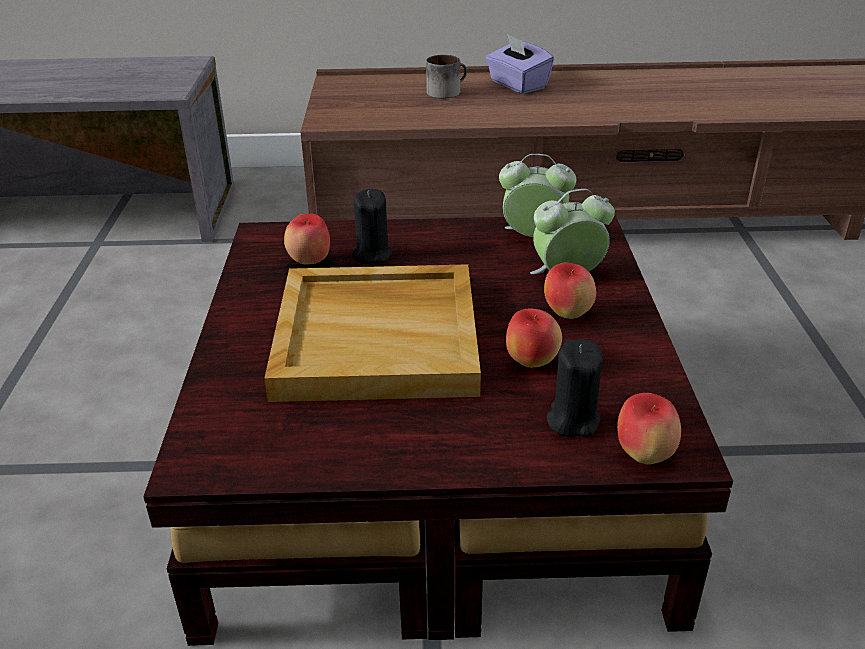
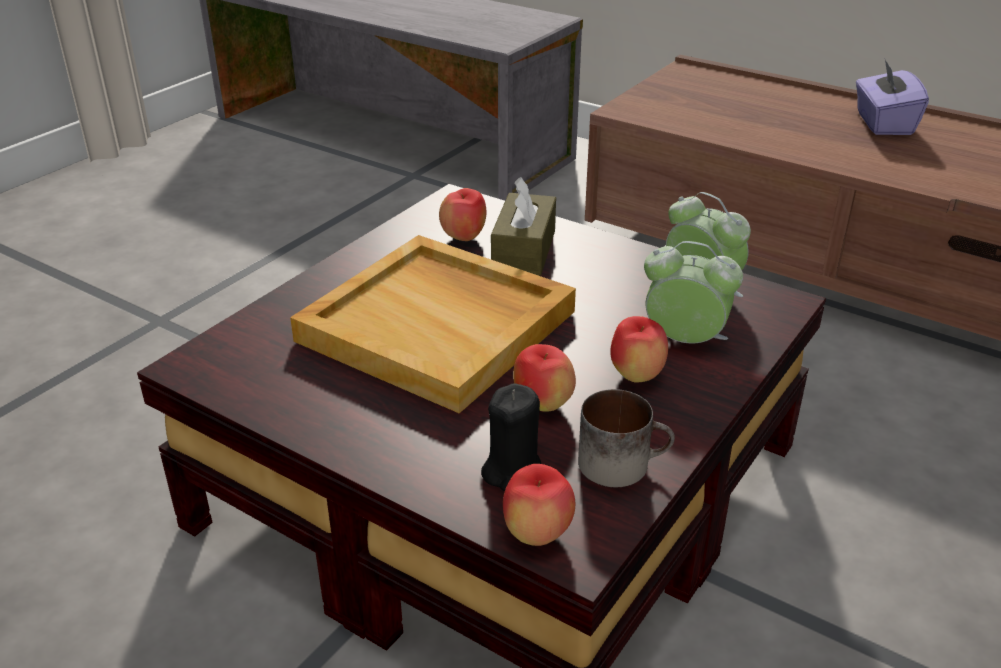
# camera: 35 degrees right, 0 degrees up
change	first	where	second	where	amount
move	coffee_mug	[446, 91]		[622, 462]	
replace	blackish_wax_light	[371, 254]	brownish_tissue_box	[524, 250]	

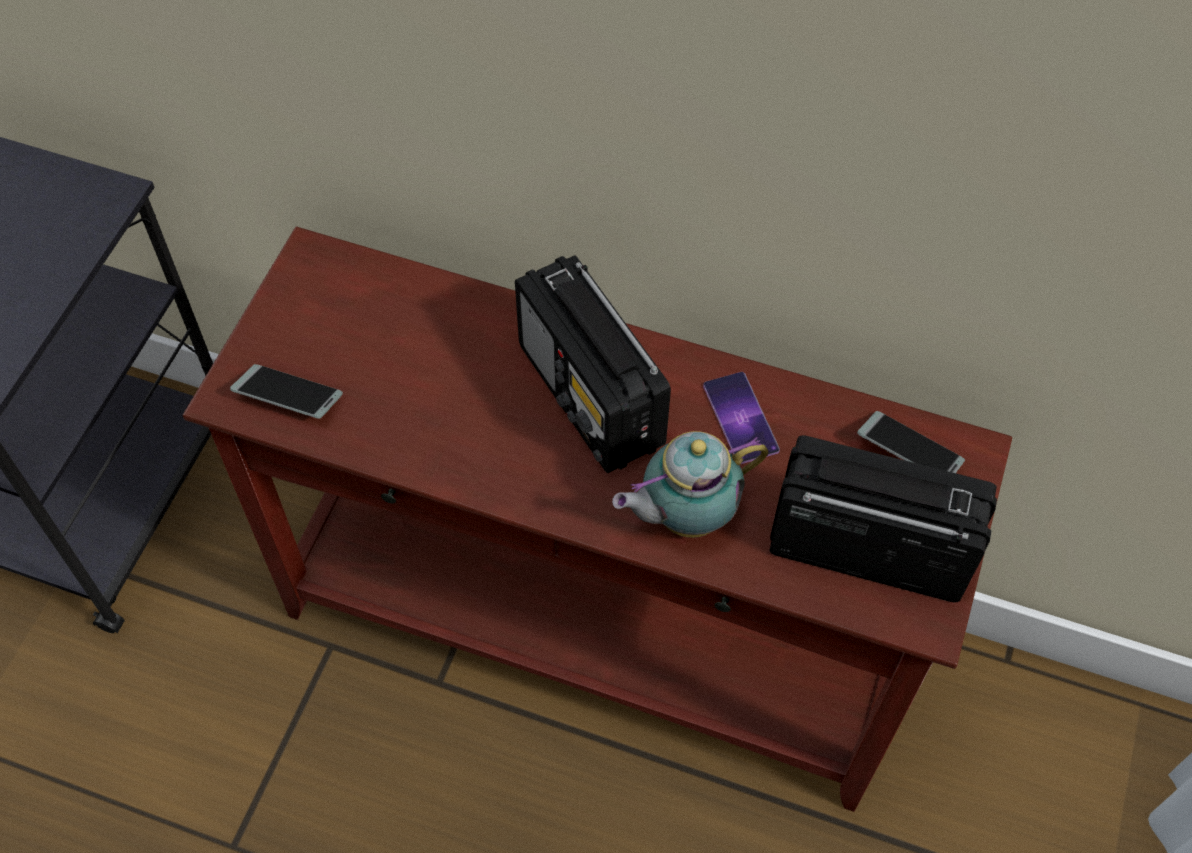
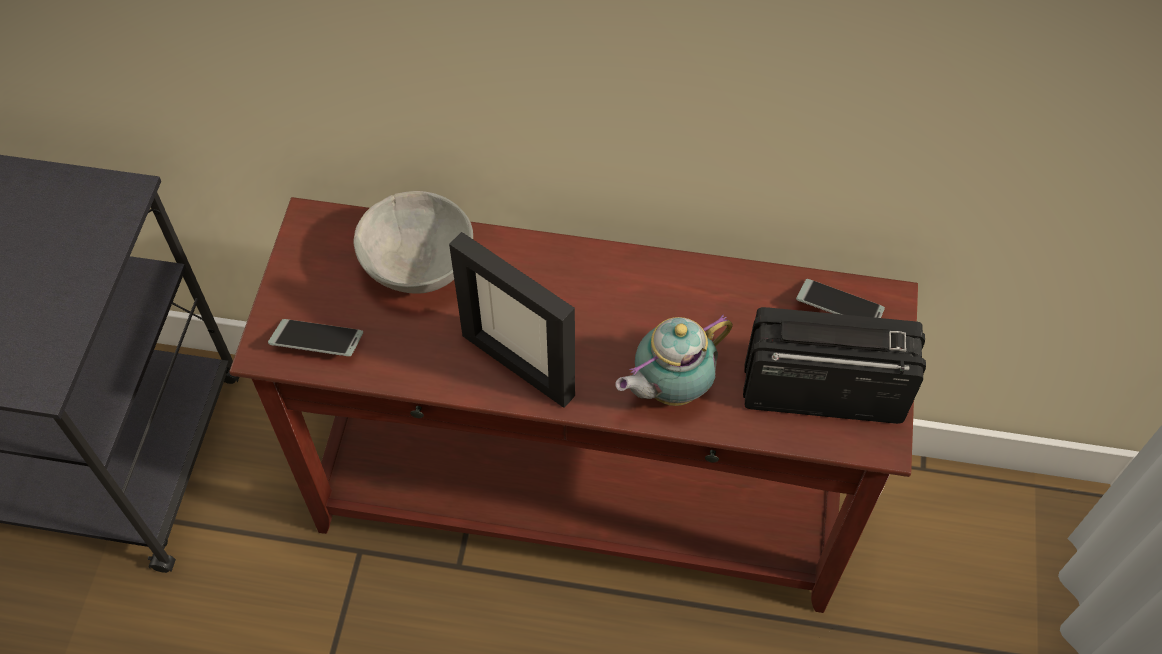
# camera: 10 degrees left, 0 degrees up
change	first	where	second	where	amount
delete	radio	[591, 397]			
delete	handset	[740, 418]			
insert			grey_deep_dish	[418, 269]	
insert			photo_frame	[520, 363]	

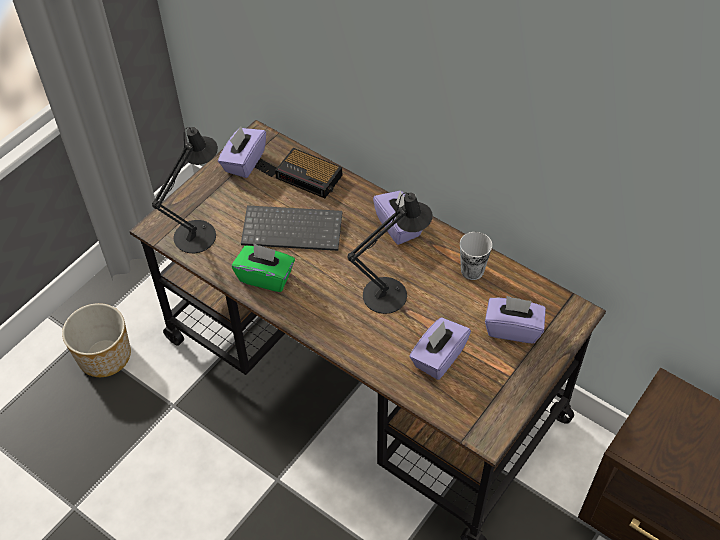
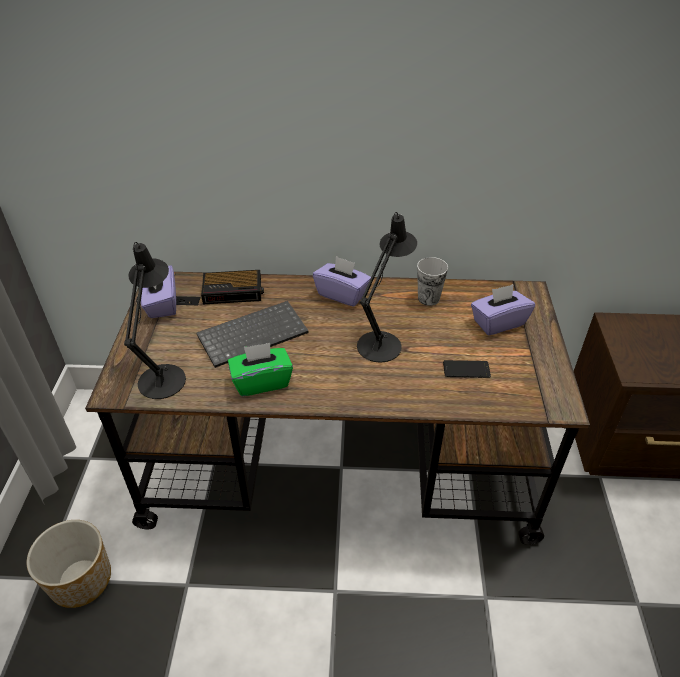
# camera: 35 degrees left, 10 degrees down
change	first	where	second	where	amount
replace	purple_tissue_box	[438, 357]	handset	[466, 369]	

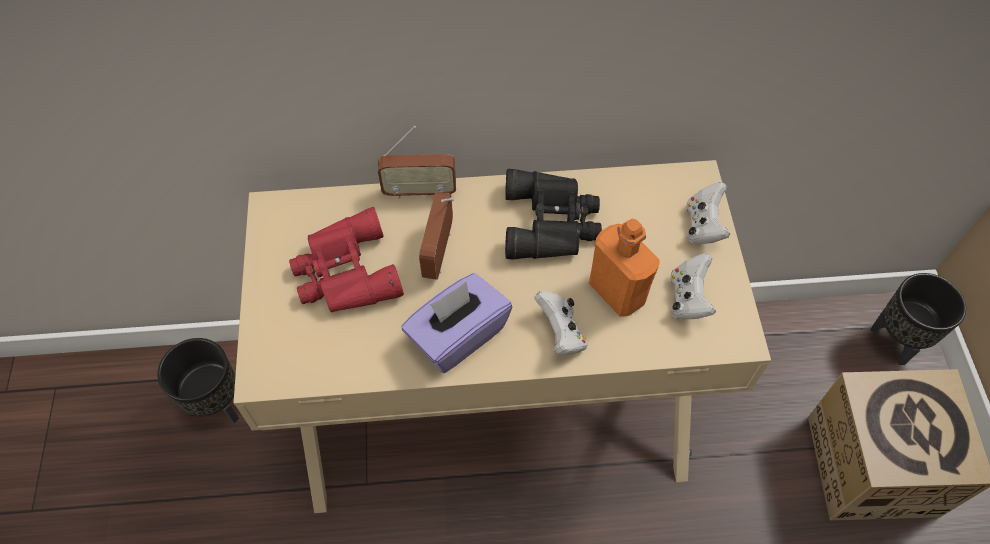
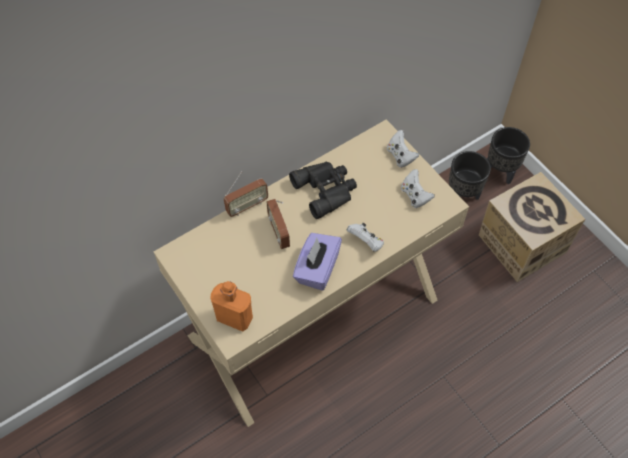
# camera: 30 degrees left, 0 degrees up
change	first	where	second	where	amount
delete	red_field_glasses	[344, 273]			
move	orangey_beverage_bottle	[617, 292]		[234, 318]	
move	blackish_plant_pot	[218, 403]		[462, 195]	

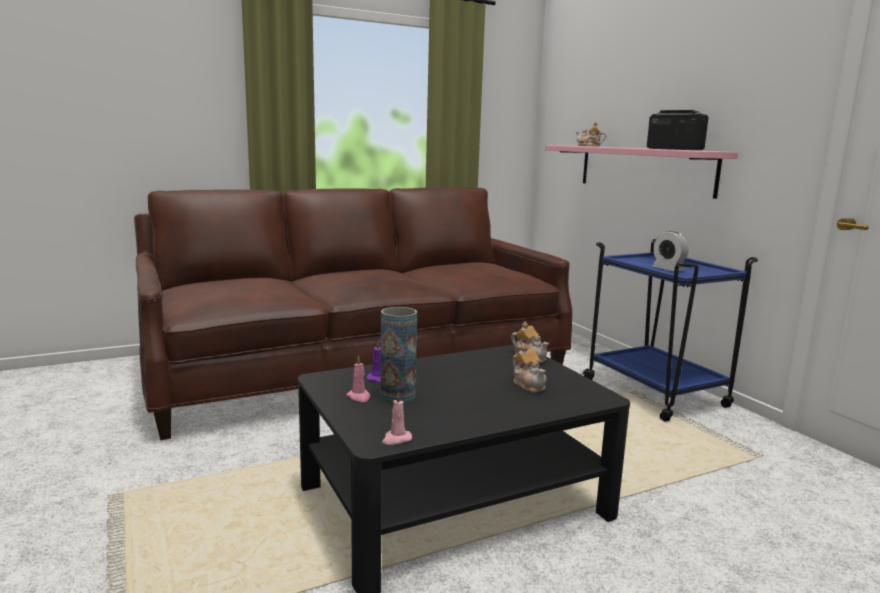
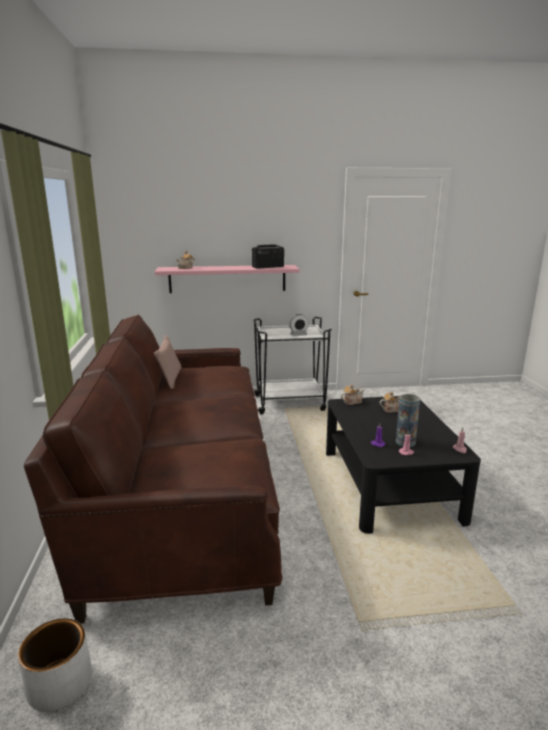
# camera: 70 degrees left, 5 degrees up
change	first	where	second	where	amount
recolor	bluish_wheeled_cart	[655, 394]	white-coloured_wheeled_cart	[290, 403]	
insert			sand-coloured_cushion	[170, 378]	
insert			white-coloured_plant_pot	[59, 683]	

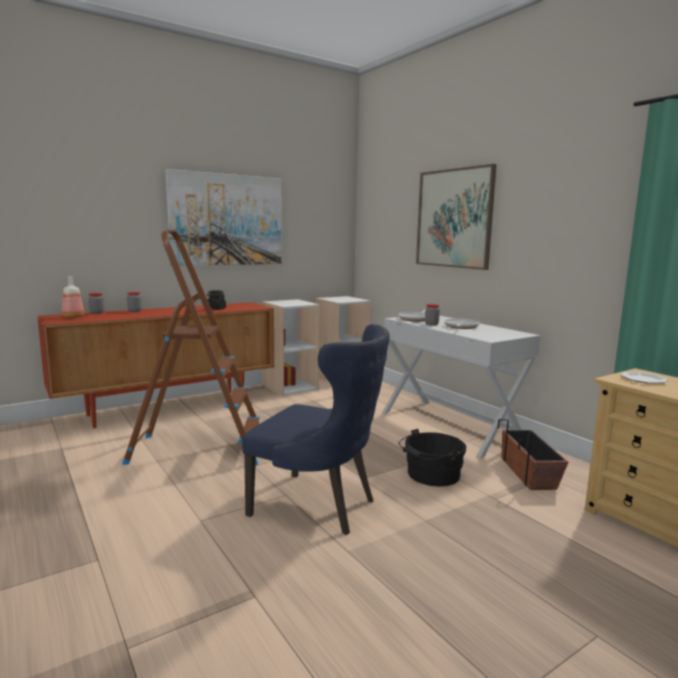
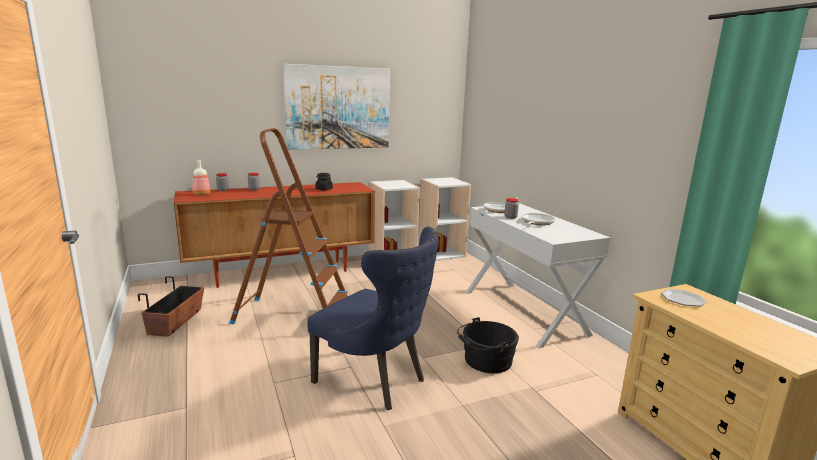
# camera: 10 degrees right, 5 degrees up
change	first	where	second	where	amount
delete	wall_picture	[454, 218]			
move	plant_pot	[528, 473]		[176, 322]	

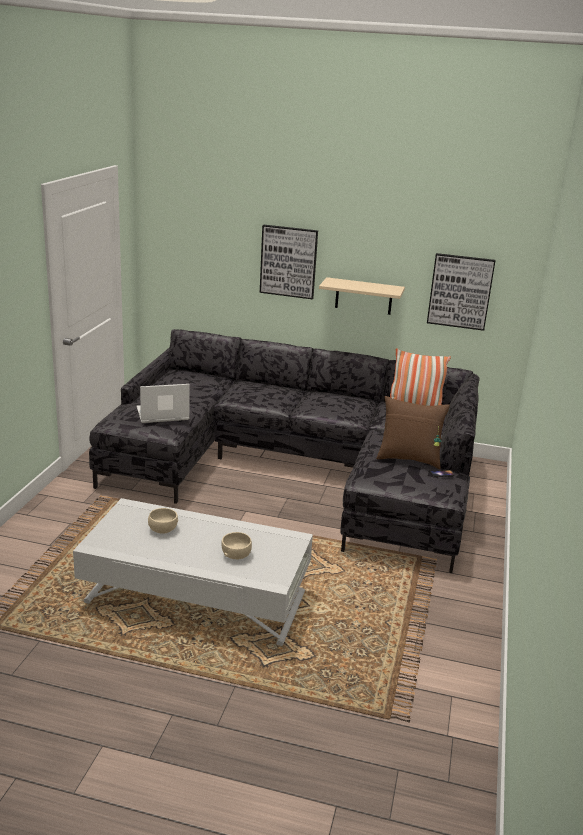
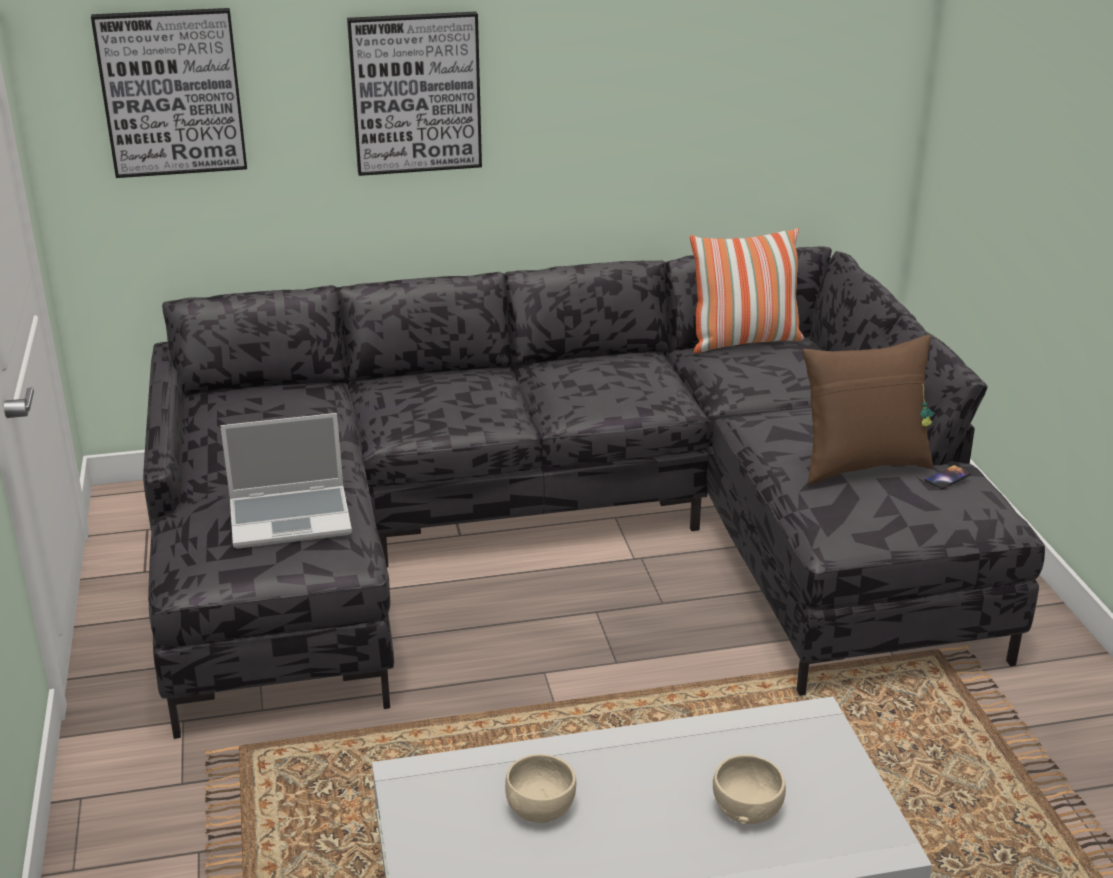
# camera: 25 degrees left, 5 degrees up
change	first	where	second	where	amount
move	wall_picture	[460, 291]		[172, 92]	
delete	sand-coloured_wall_shelf	[364, 296]			
rotate	portable_computer	[162, 415]		[292, 518]	150 degrees counterclockwise

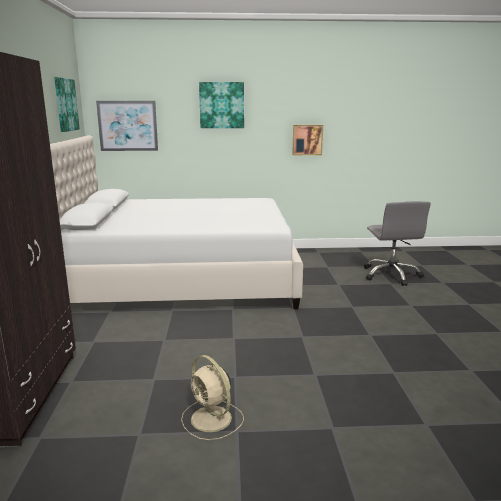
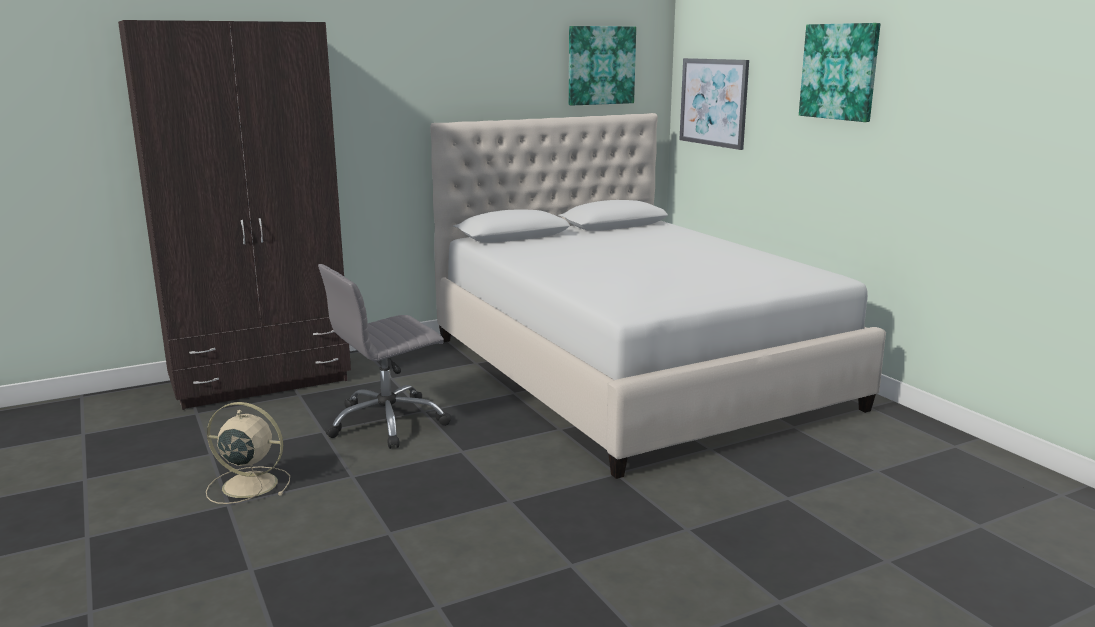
# camera: 65 degrees right, 0 degrees up
change	first	where	second	where	amount
delete	wall_picture	[307, 140]			
move	grey_computer_chair	[391, 275]		[387, 423]	
rotate	sand-coloured_cooling_fan	[212, 419]		[247, 485]	75 degrees clockwise

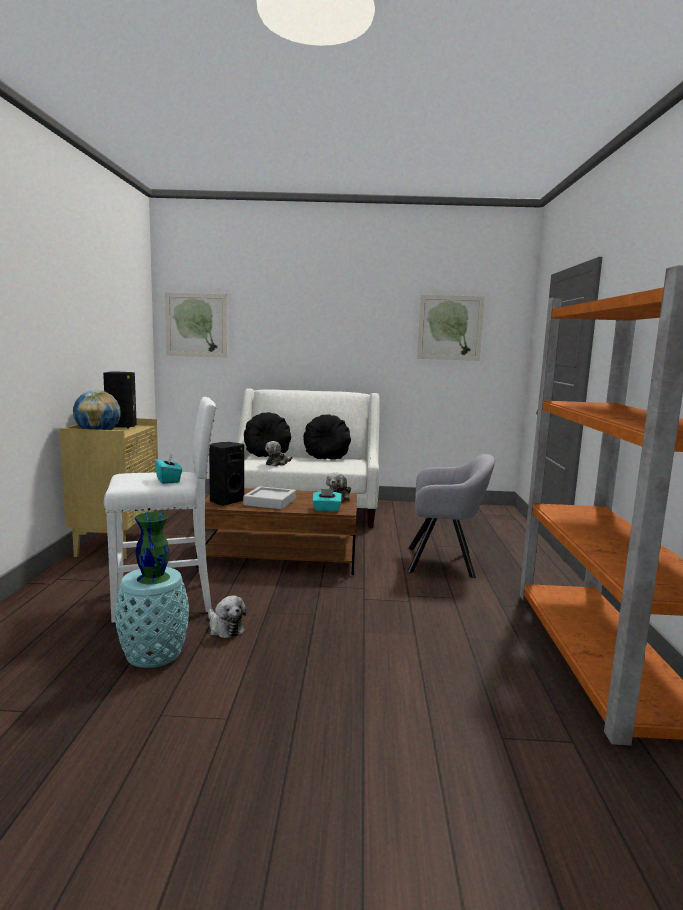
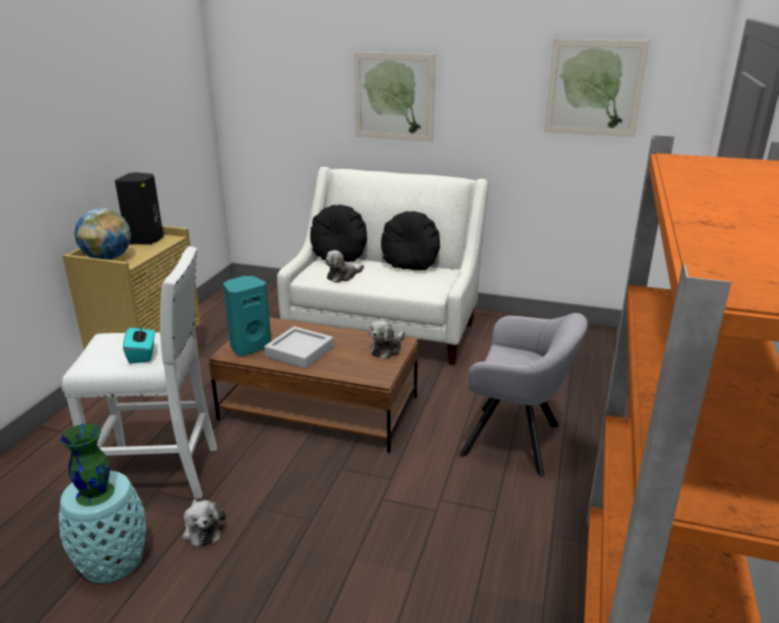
# camera: 15 degrees right, 15 degrees up
change	first	where	second	where	amount
move	wall_picture	[196, 325]		[394, 97]	
recolor	blackish_speaker	[226, 501]	turquoise-coloured_speaker	[249, 347]	
delete	turquoise-coloured_tissue_box	[326, 509]			

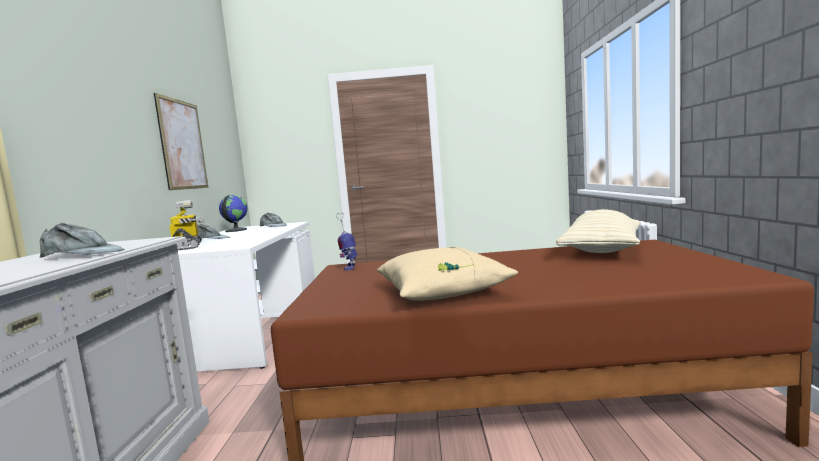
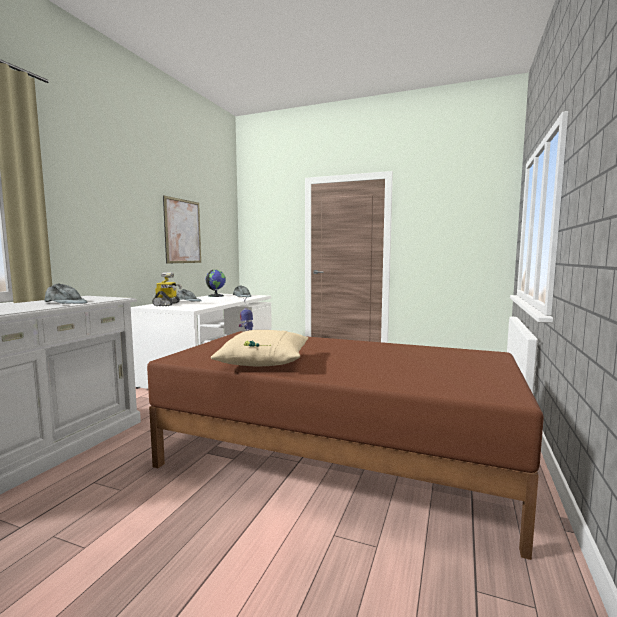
# camera: 20 degrees right, 0 degrees up
change	first	where	second	where	amount
delete	sand-coloured_cushion	[602, 250]			

